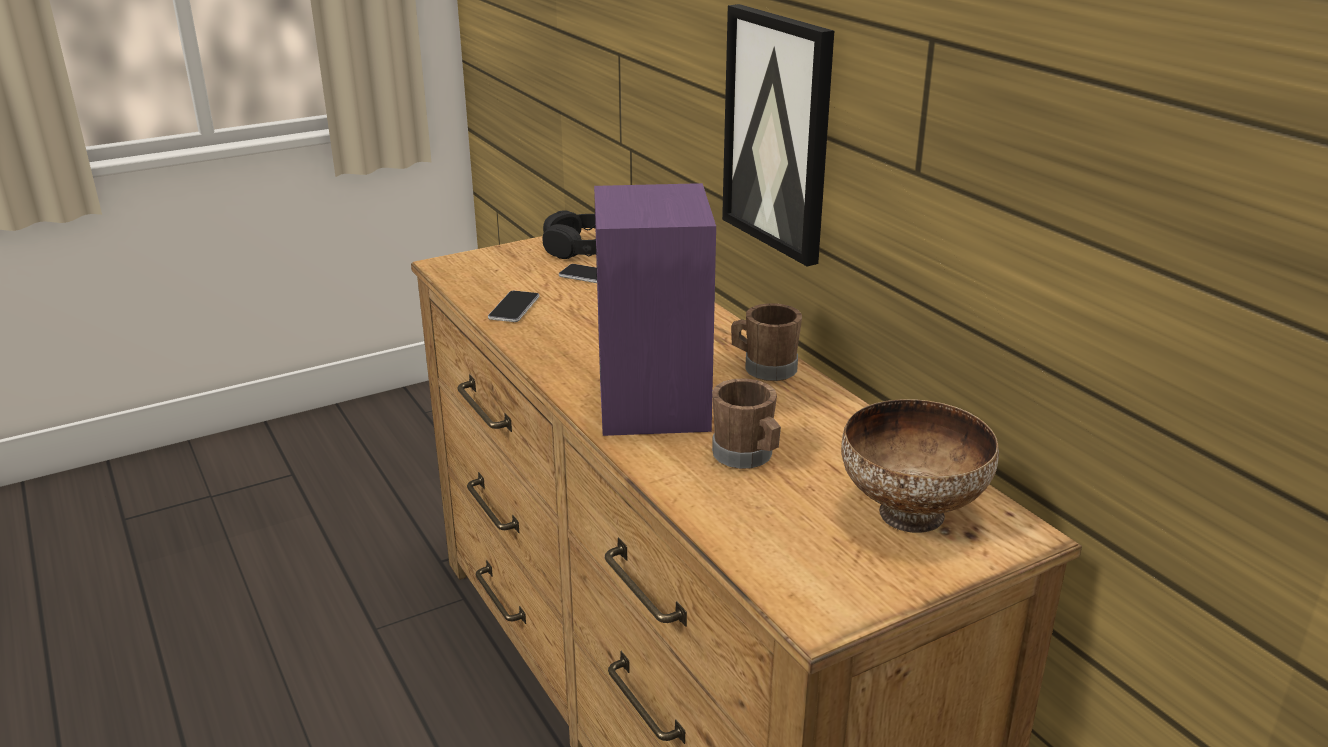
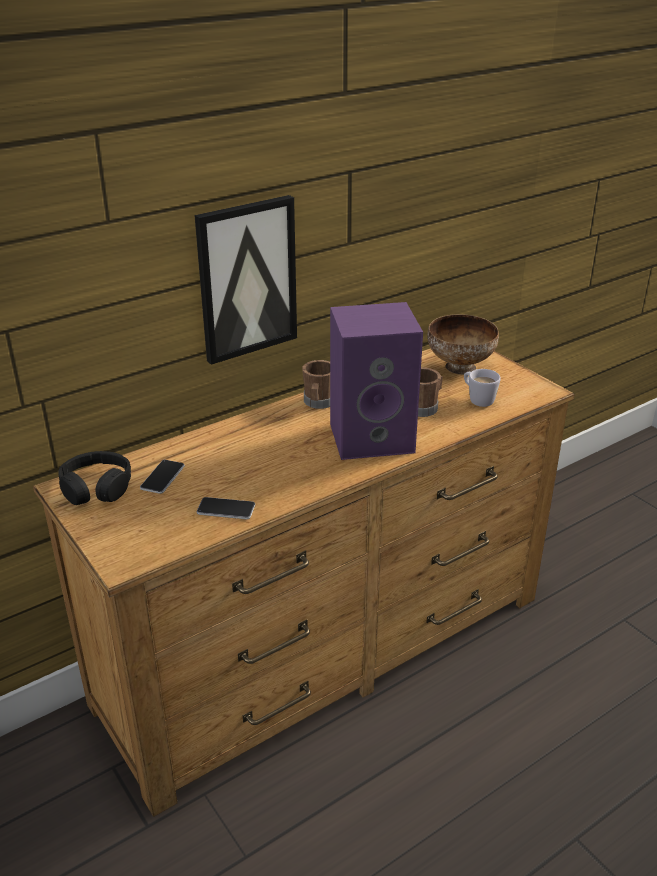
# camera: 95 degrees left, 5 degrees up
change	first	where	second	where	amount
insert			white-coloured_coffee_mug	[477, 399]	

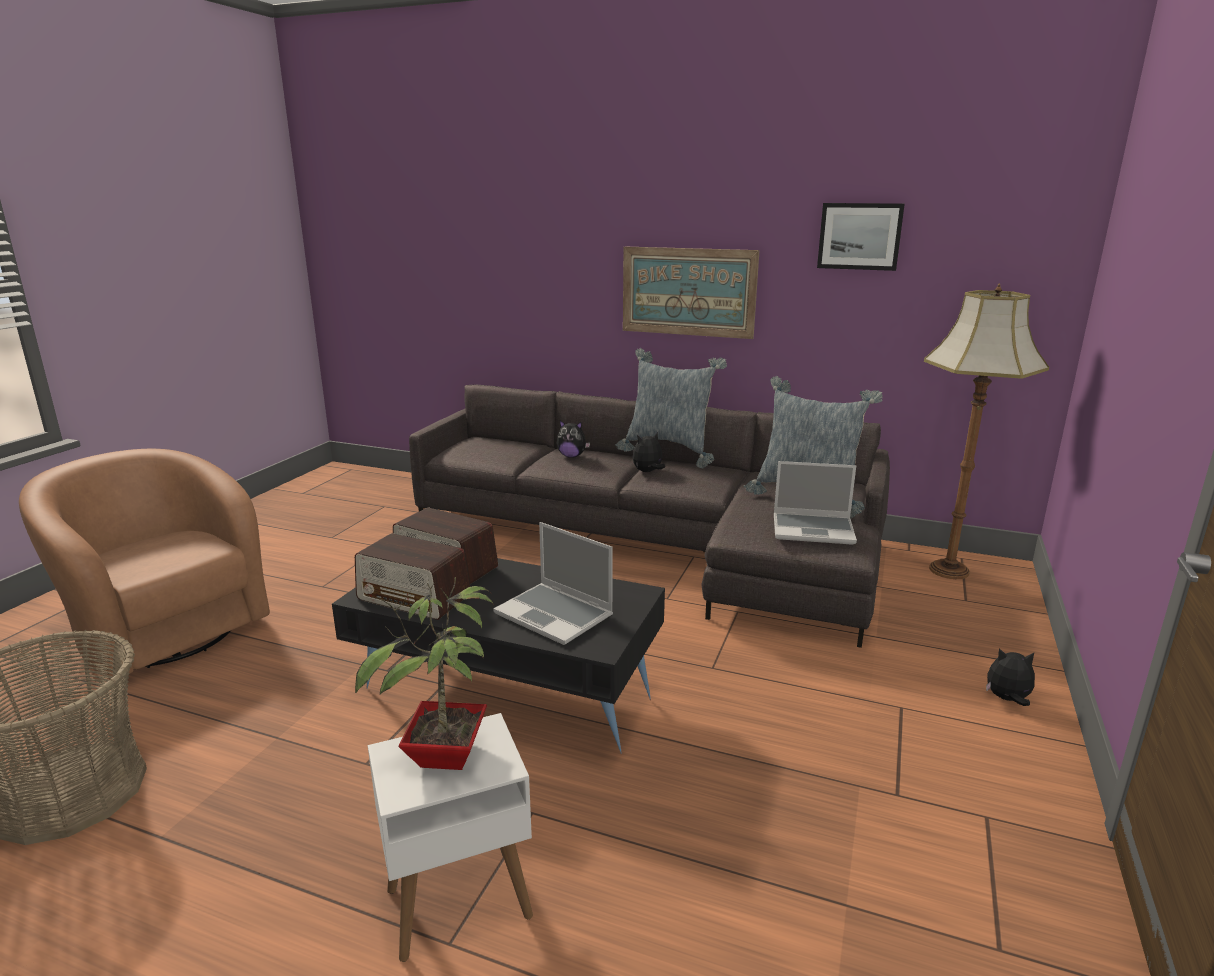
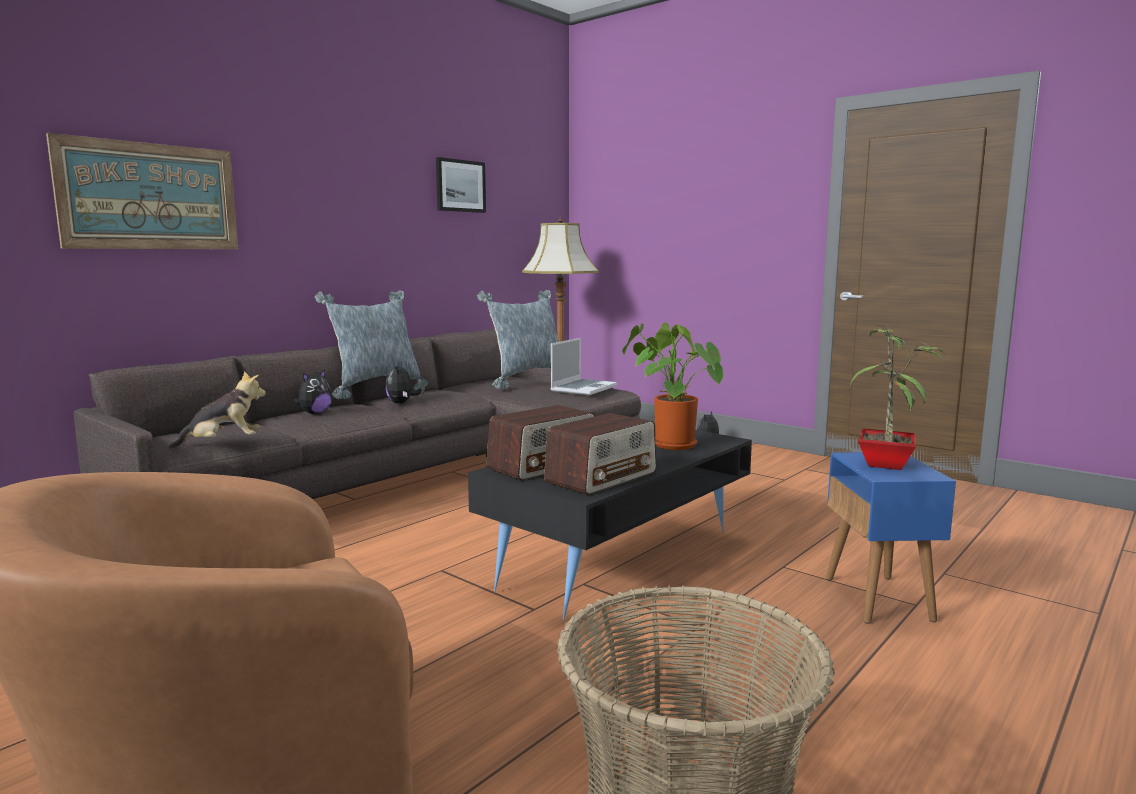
# camera: 70 degrees left, 10 degrees down
change	first	where	second	where	amount
move	wall_picture	[688, 292]		[150, 196]	
replace	portable_computer	[556, 615]	houseplant	[669, 444]	
recolor	white-coloured_side_table	[457, 904]	bluish_side_table	[878, 599]	
insert			soft_toy	[223, 443]	

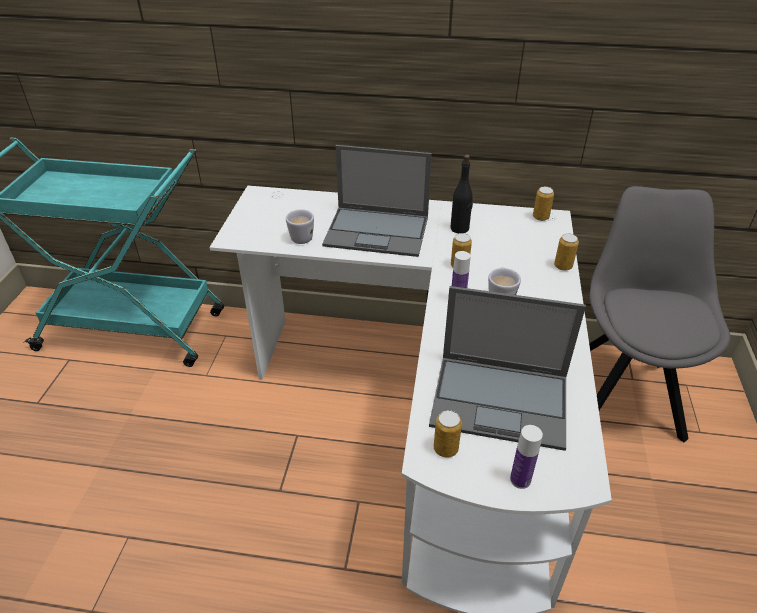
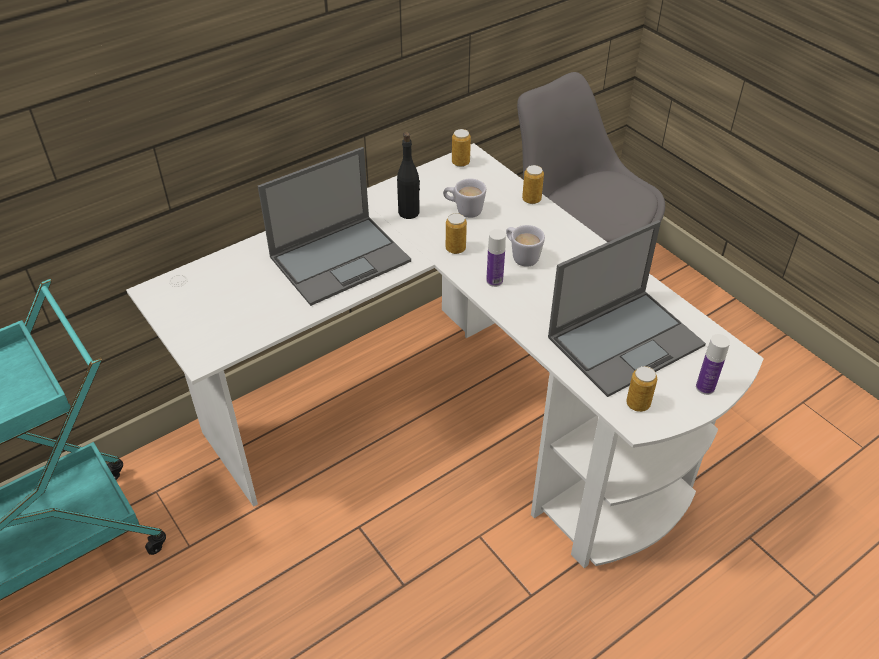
# camera: 45 degrees left, 5 degrees up
change	first	where	second	where	amount
move	white-coloured_coffee_mug	[299, 236]		[464, 210]	

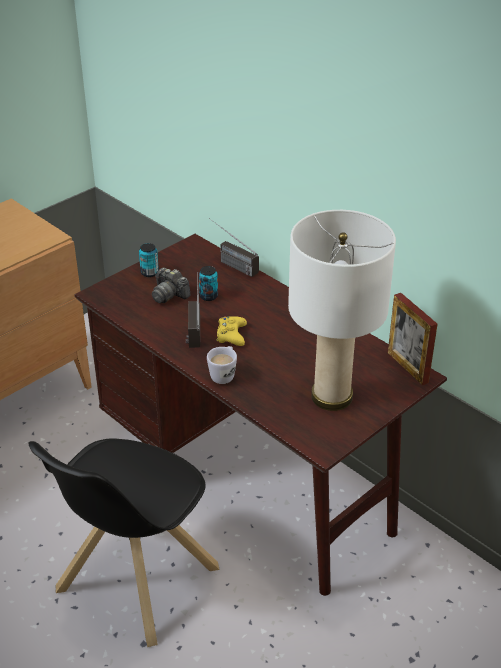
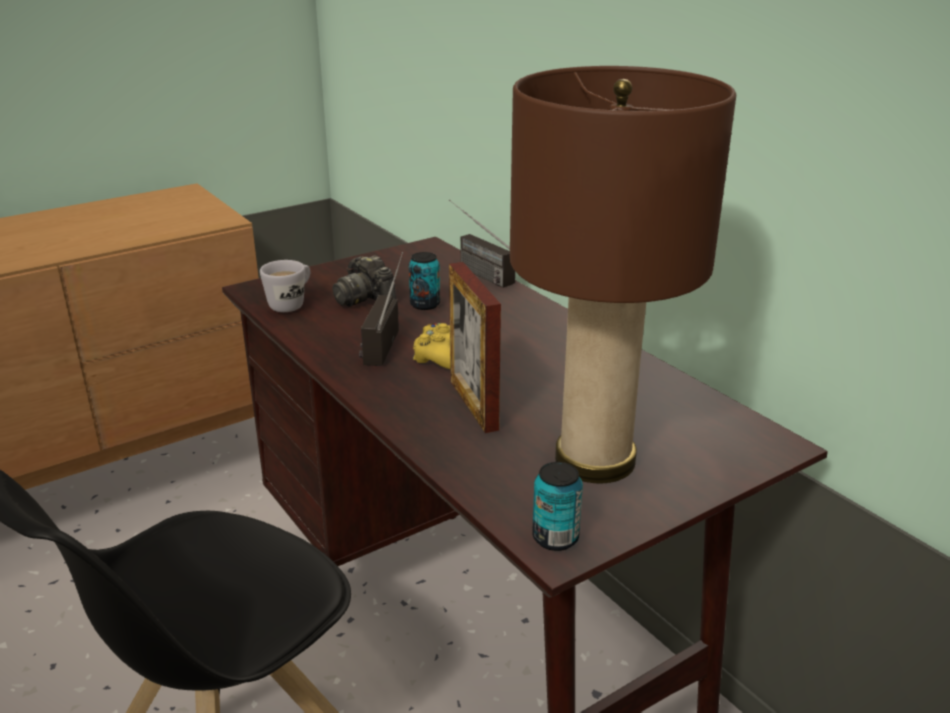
# camera: 10 degrees right, 10 degrees down
change	first	where	second	where	amount
recolor	white-coloured_lamp_for_a_table	[332, 396]	brownish_lamp_for_a_table	[595, 459]	
move	sealed_can	[149, 273]		[555, 538]	
move	photo_frame	[407, 367]		[473, 405]	
move	white-coloured_coffee_mug	[224, 374]		[291, 304]	

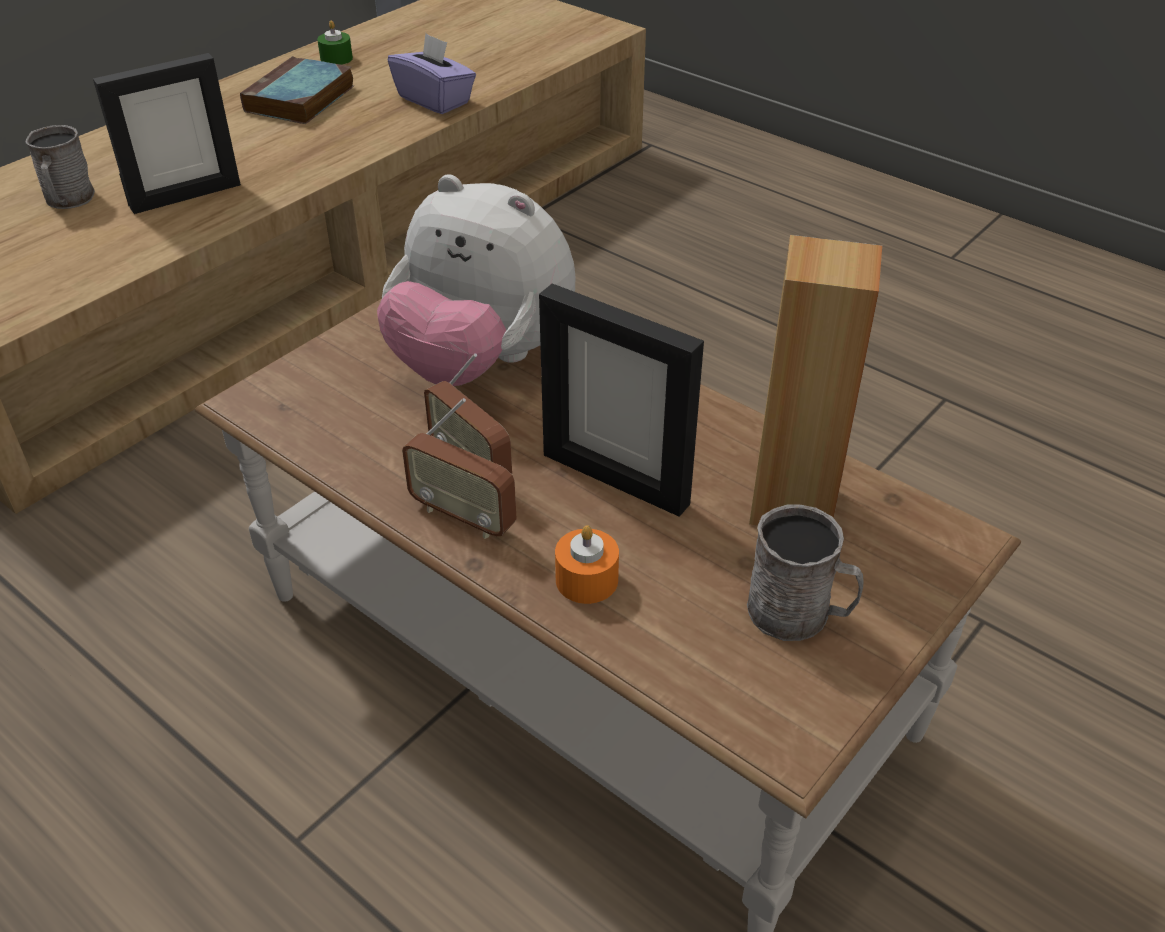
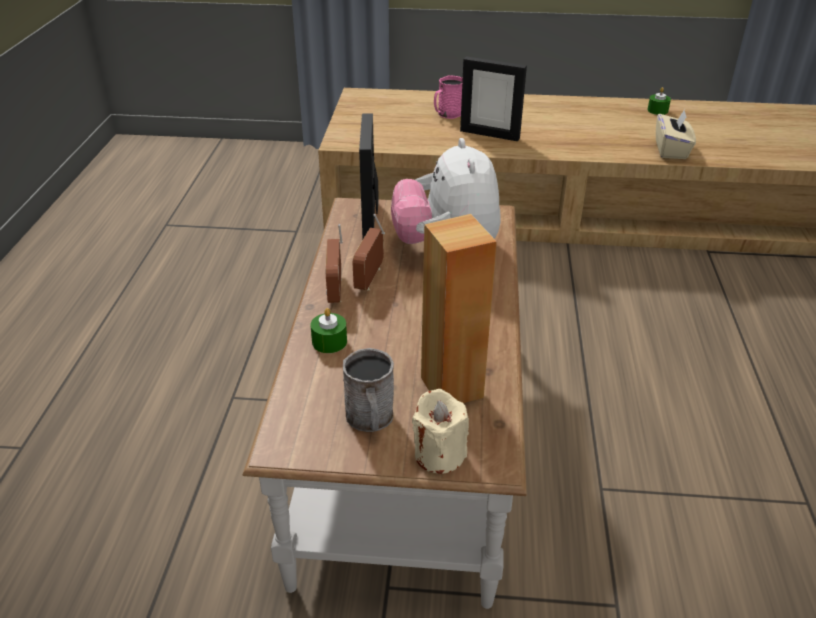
# camera: 55 degrees right, 5 degrees down
change	first	where	second	where	amount
recolor	purple_tissue_box	[435, 100]	sand-coloured_tissue_box	[671, 150]	
delete	book	[299, 100]			
recolor	grey_coffee_mug	[68, 200]	pinkish_coffee_mug	[447, 114]	
move	photo_frame	[617, 477]		[370, 221]	
recolor	orangey_wax_light	[586, 580]	green_wax_light	[329, 342]	
insert			sand-coloured_wax_light	[439, 454]	

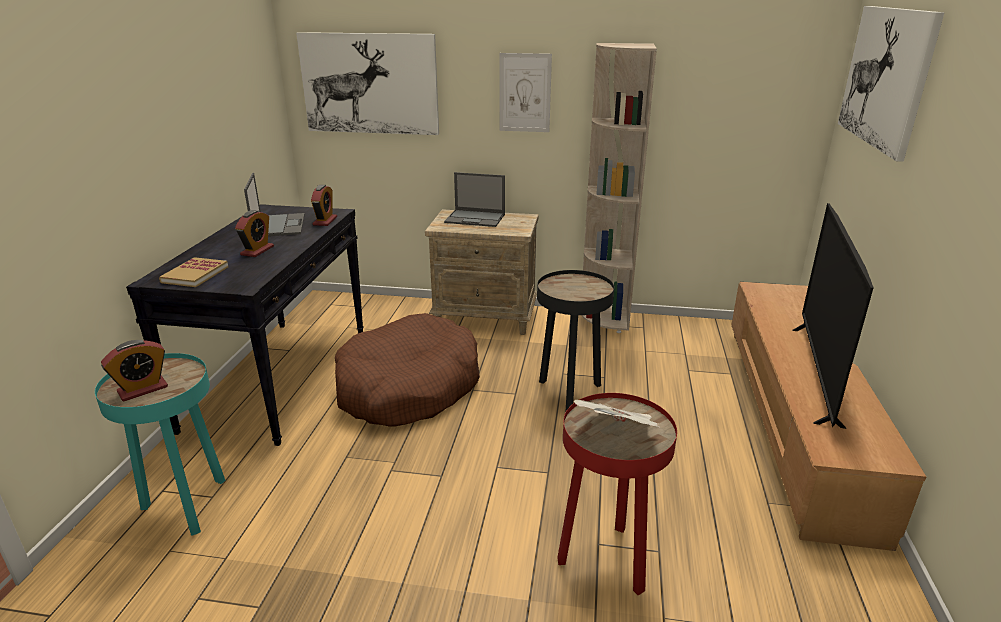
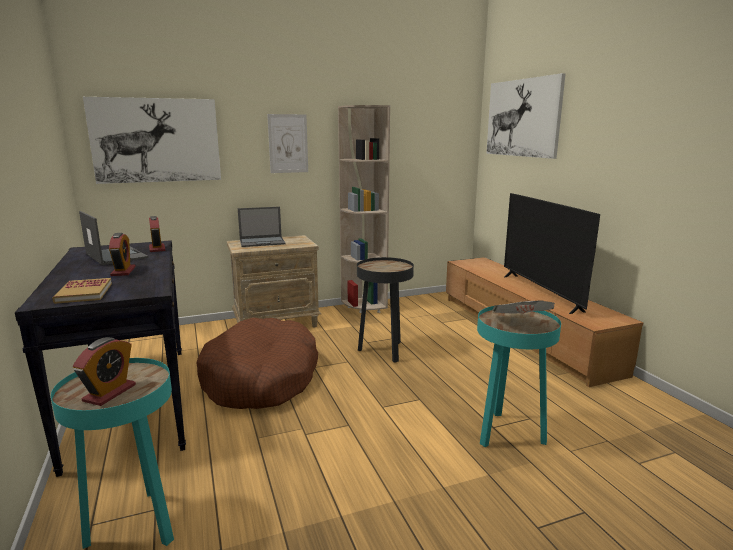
# camera: 30 degrees left, 10 degrees down
change	first	where	second	where	amount
recolor	red_side_table	[606, 560]	turquoise-coloured_side_table	[507, 434]	

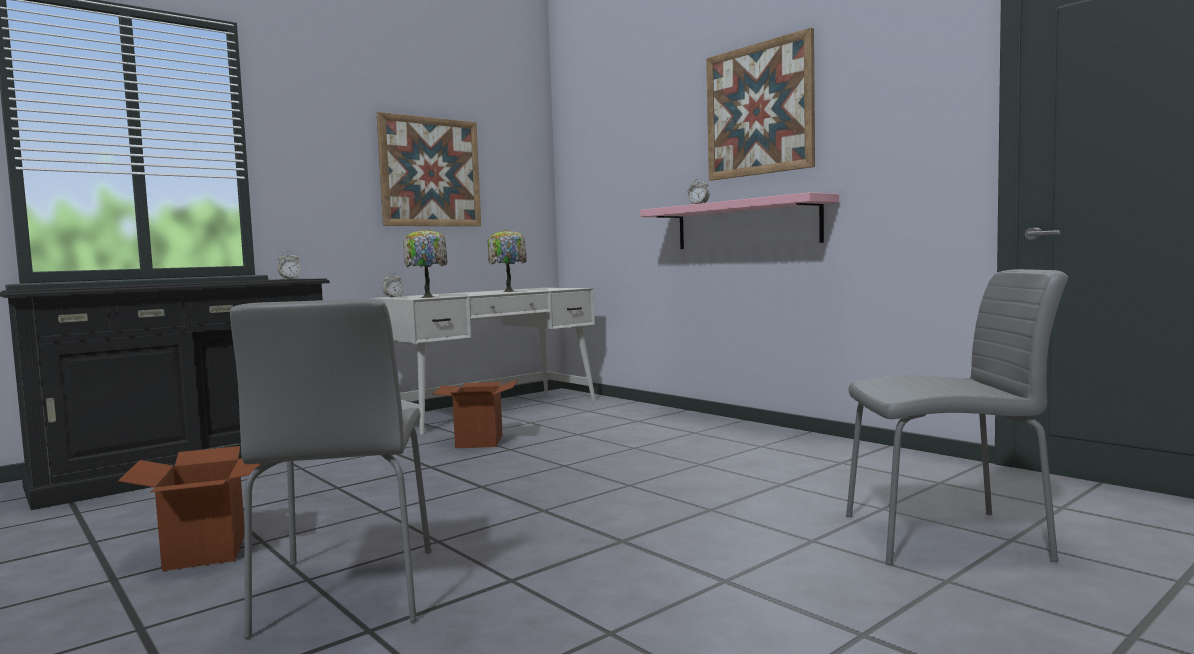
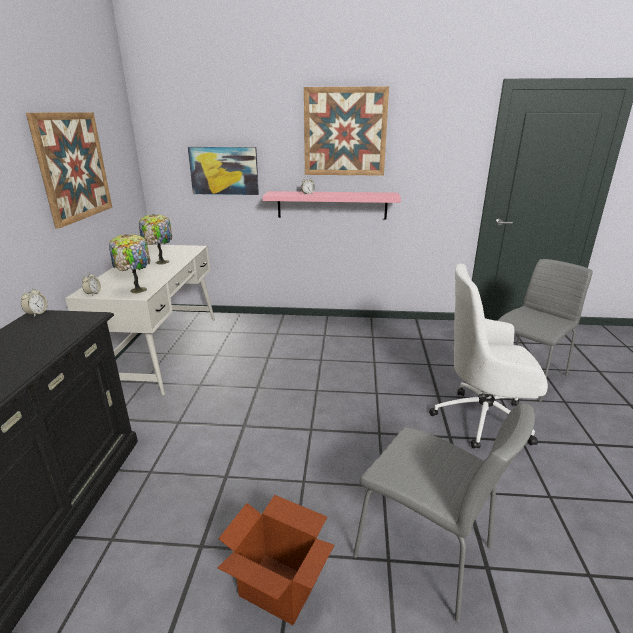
# camera: 45 degrees left, 20 degrees up
change	first	where	second	where	amount
delete	cardboard_box	[479, 441]			
insert			wall_picture	[224, 171]	
insert			white-coloured_computer_chair	[481, 420]	

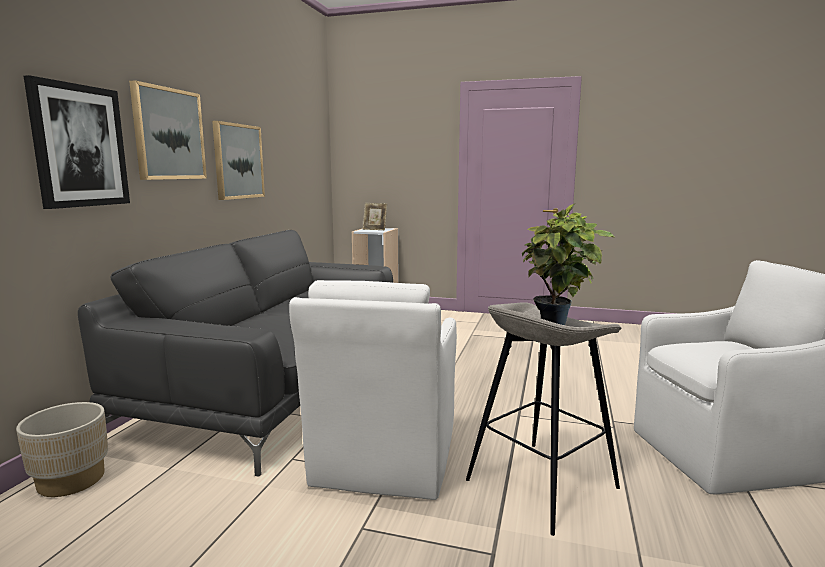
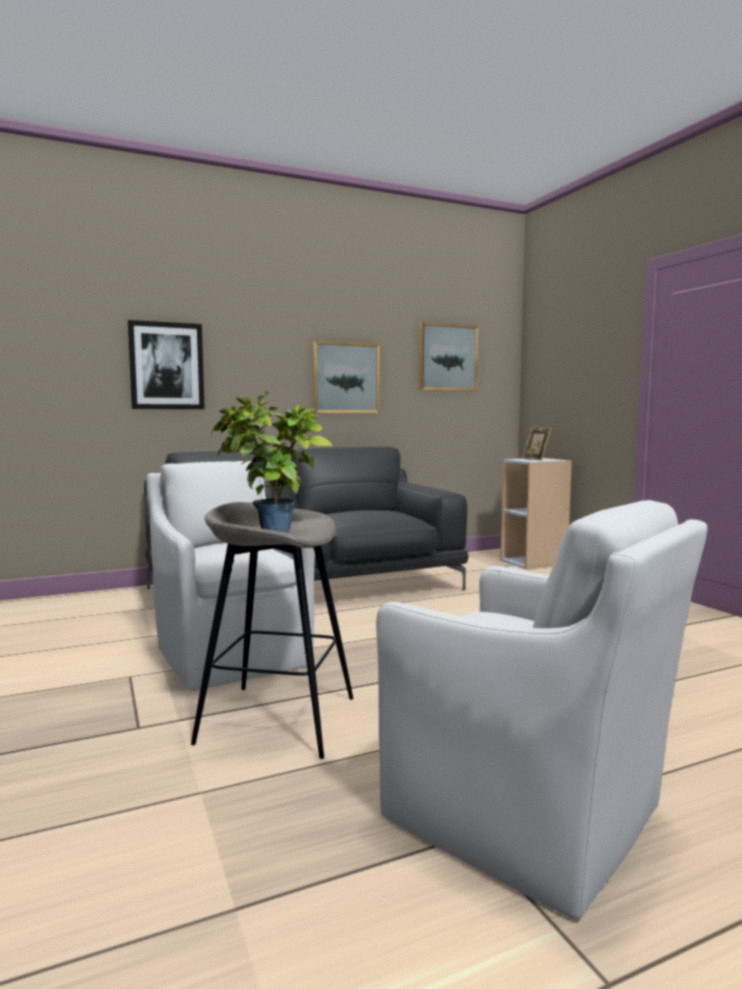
# camera: 50 degrees right, 5 degrees down
change	first	where	second	where	amount
move	wall_picture	[168, 134]		[447, 357]	
rotate	white-coloured_easy_chair	[383, 461]		[232, 654]	90 degrees clockwise
delete	sand-coloured_plant_pot	[71, 480]			

